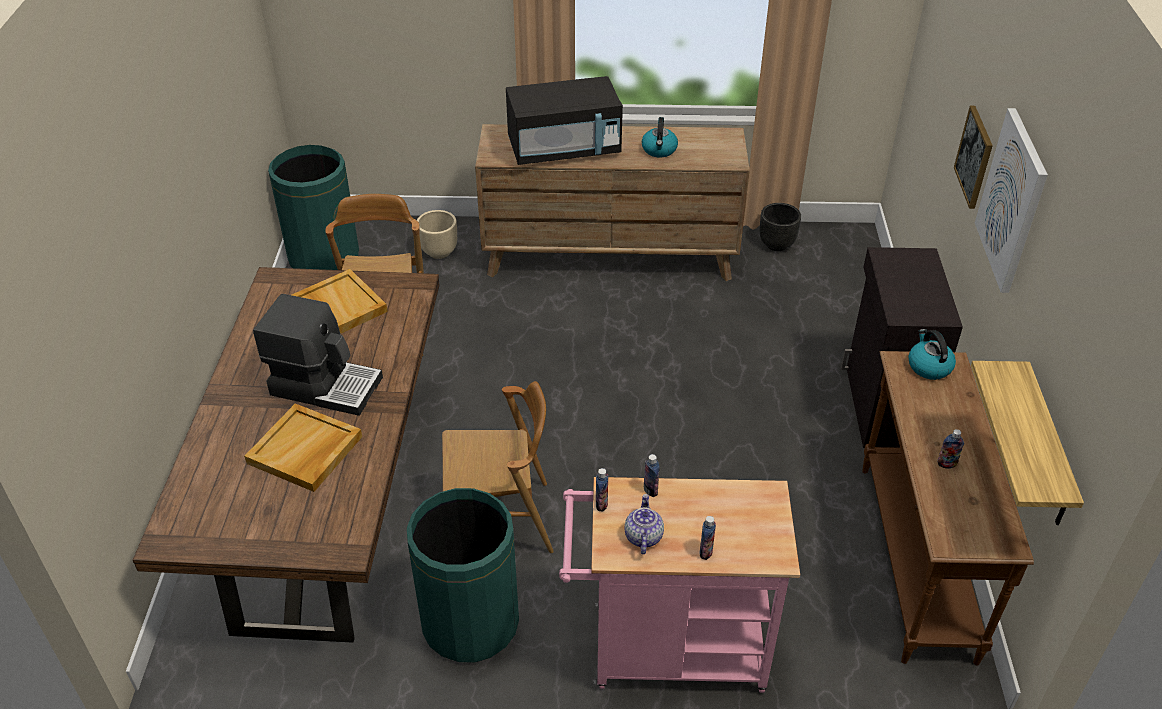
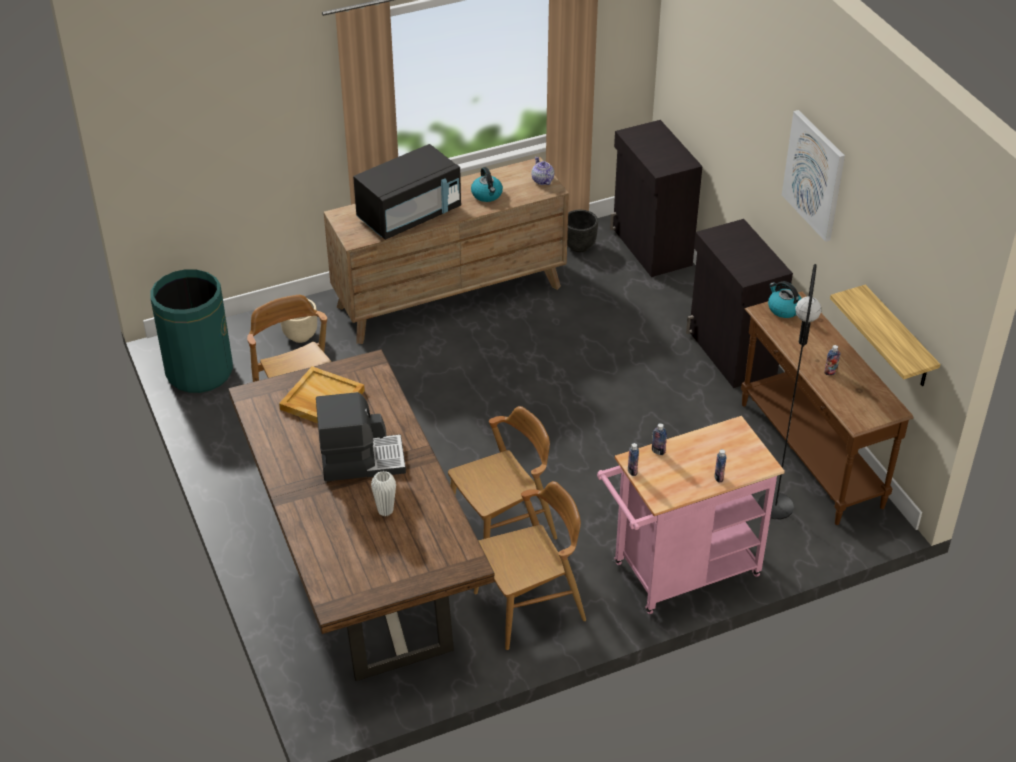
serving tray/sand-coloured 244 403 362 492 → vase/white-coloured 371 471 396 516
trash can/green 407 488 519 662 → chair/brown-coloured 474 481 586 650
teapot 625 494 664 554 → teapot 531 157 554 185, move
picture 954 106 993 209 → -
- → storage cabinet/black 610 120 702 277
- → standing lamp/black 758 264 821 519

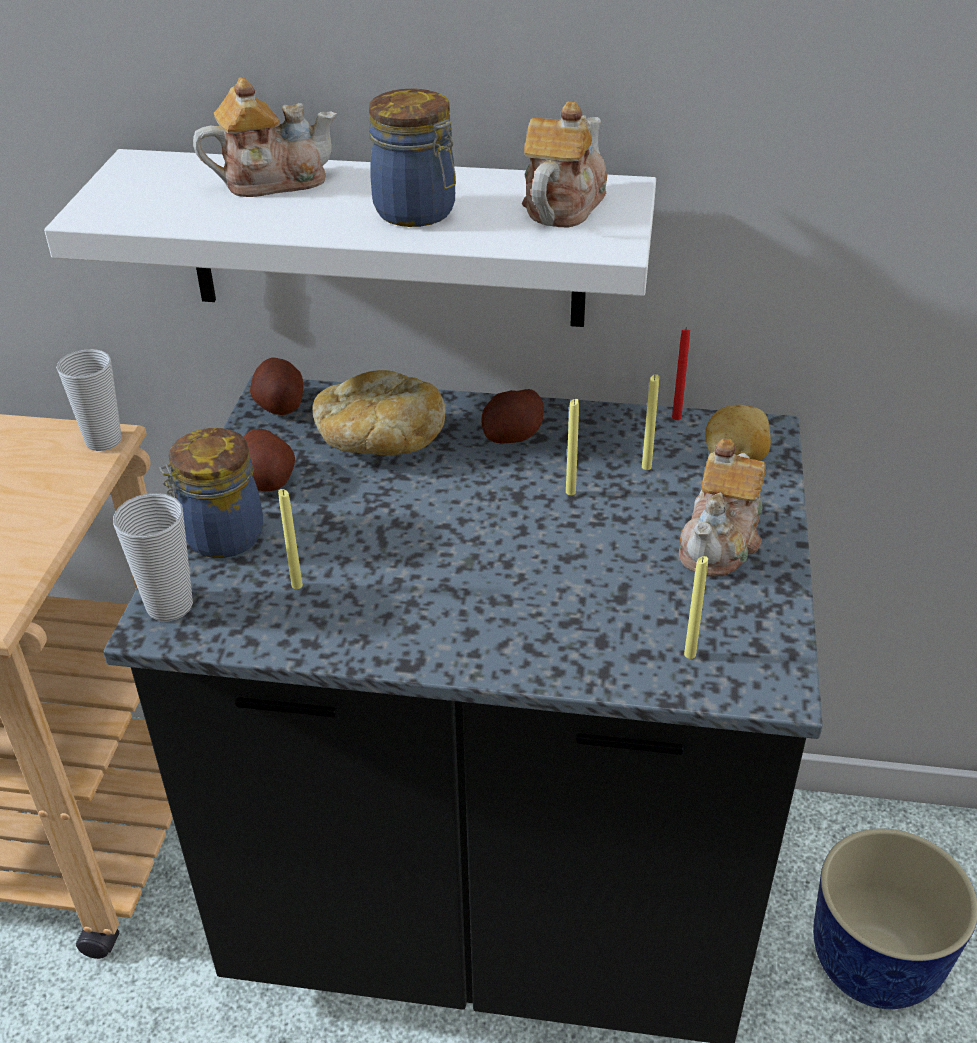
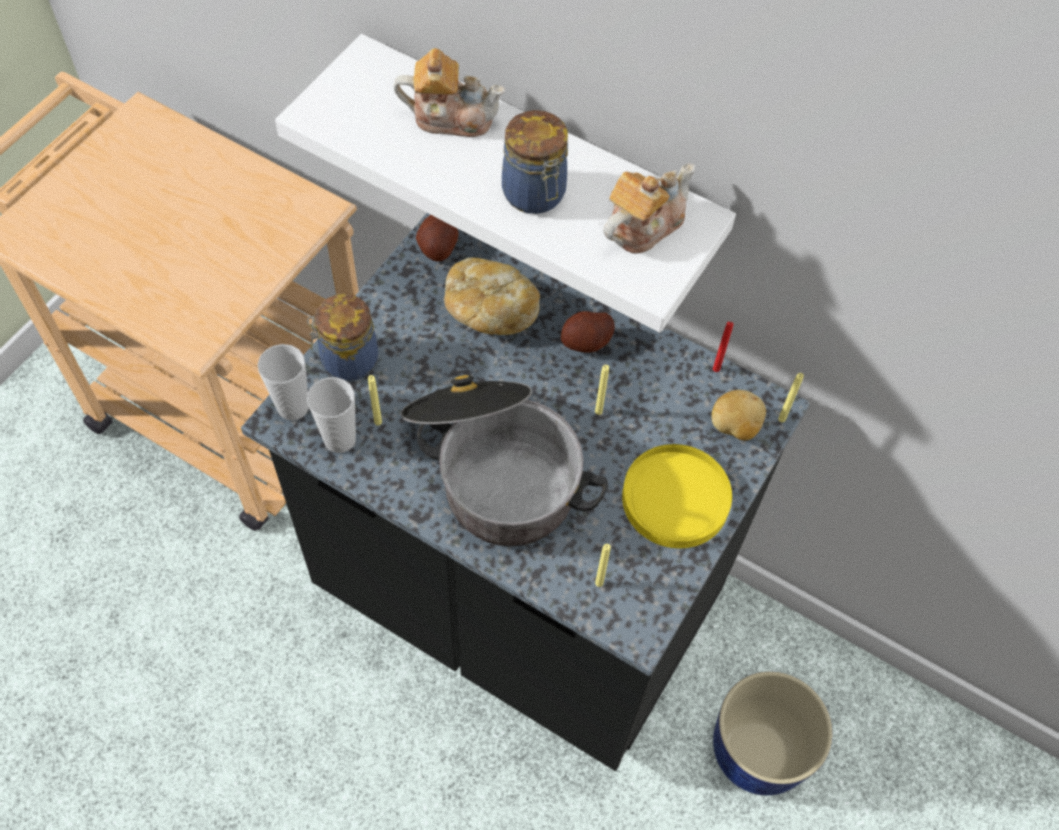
cup 56 349 122 451 → cup 307 377 356 453, move
potato 244 429 295 491 → -
wax candle/yellowish 642 374 659 470 → wax candle/yellowish 778 373 804 423, move
teapot 679 439 766 577 → dinner plate/yellowish 622 444 732 548
- → saucepot 401 375 608 546

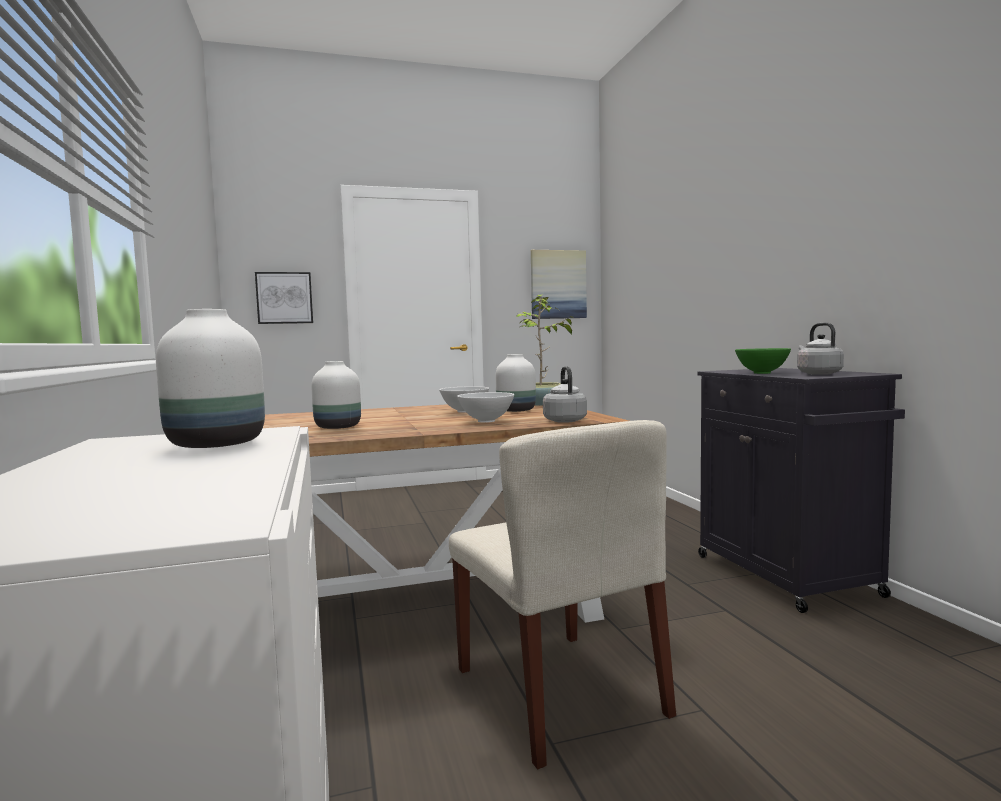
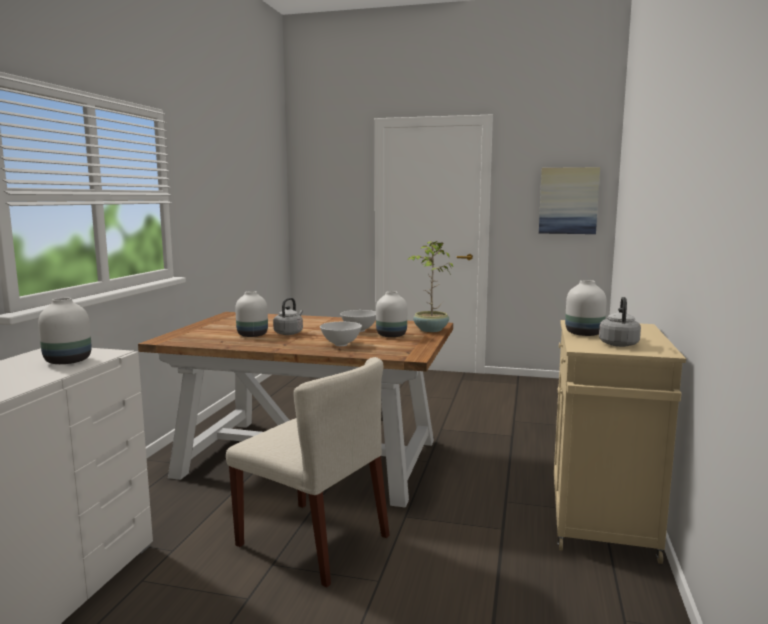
picture 255 272 313 324 → -
chair/sand-coloured 449 420 676 769 → chair/sand-coloured 226 357 390 587, 60 degrees counterclockwise
tea kettle/gray 543 366 587 423 → tea kettle/gray 273 298 303 335, move
storage cabinet/black 698 368 905 613 → storage cabinet/sand-coloured 554 320 686 564
bowl/green 735 348 791 374 → vase/white-coloured 565 280 606 336

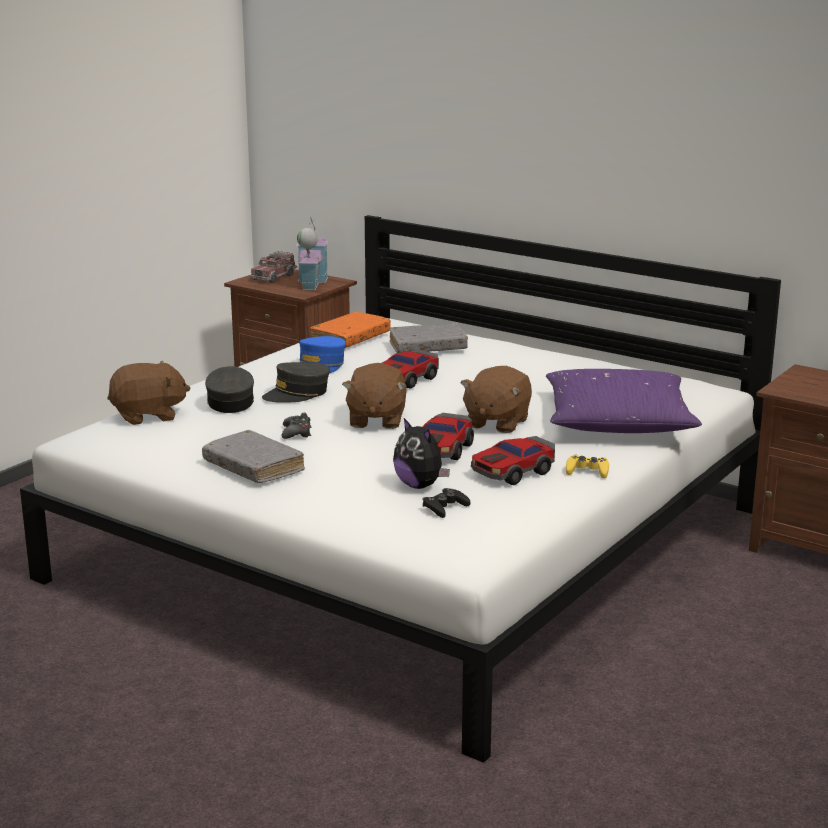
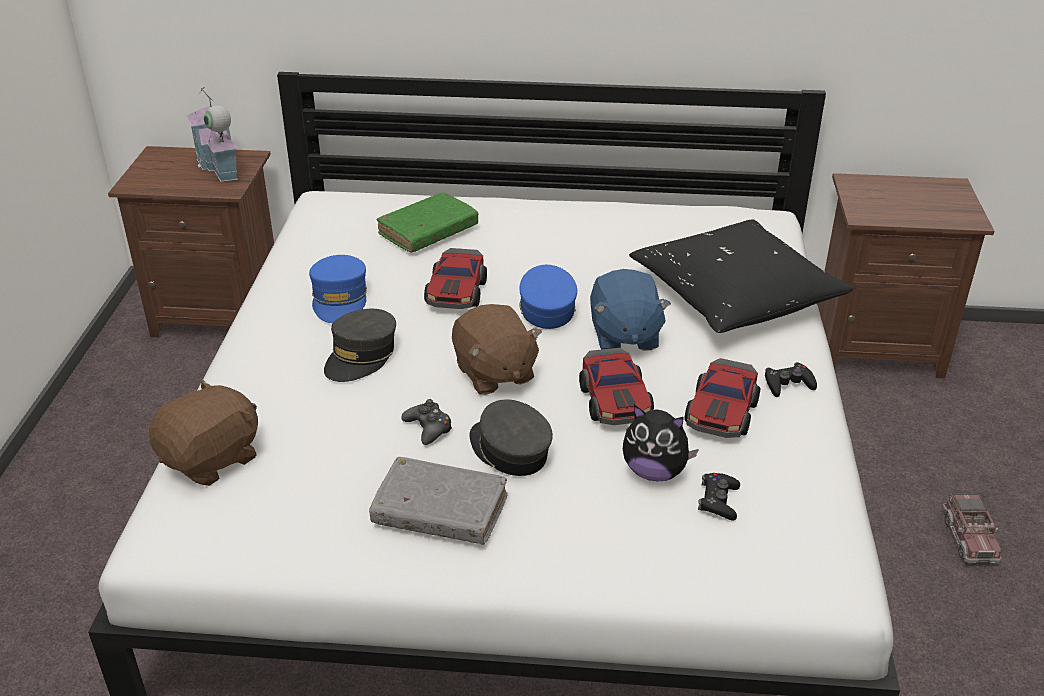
peaked cap/gray 205 366 254 413 → peaked cap/gray 470 400 553 476, move
model truck 250 251 297 283 → model truck 942 493 1002 563, move
book/orange 310 312 391 348 → -
book/gray 389 323 468 353 → book/green 377 192 479 252
plush toy/brown-coloured 460 366 532 433 → plush toy/bluish 590 269 671 351
throw pillow/purplish 546 369 702 433 → throw pillow/black 629 219 854 333
game controller/yellowish 566 455 609 478 → game controller/black 765 362 817 397
- → peaked cap/bluish 519 265 577 329

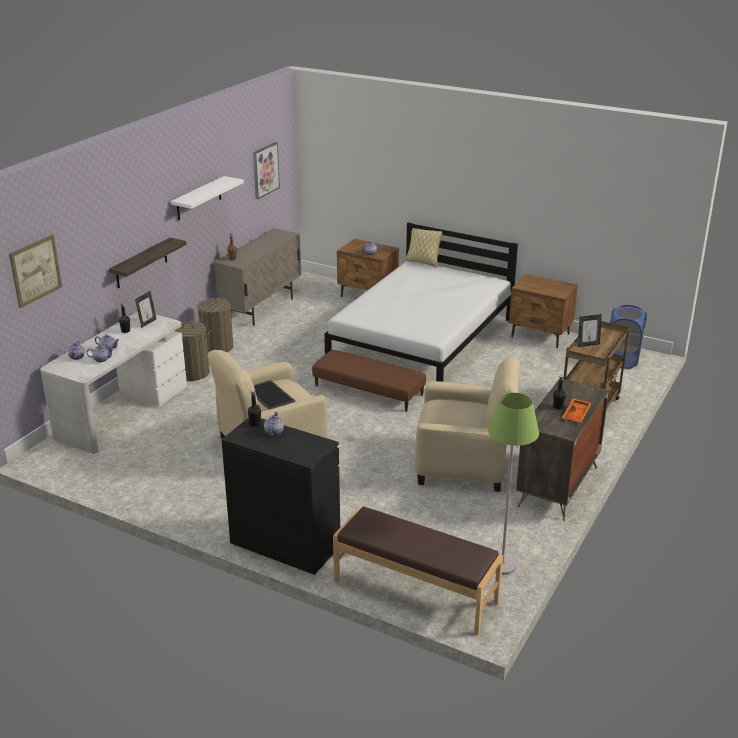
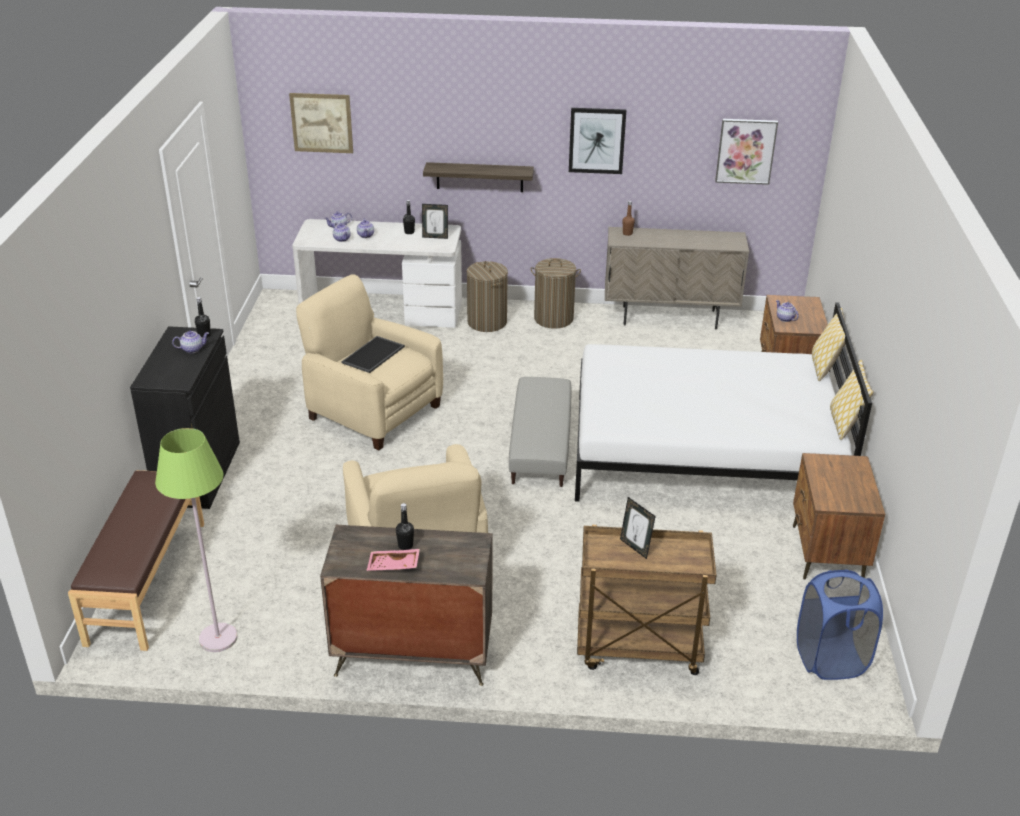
shelf/white-coloured 171 176 244 221 → picture 569 108 626 174
ottoman/brown-coloured 312 350 426 412 → ottoman/gray 509 377 571 487
serving tray/orange 562 399 592 422 → serving tray/pink 366 549 420 571
- → throw pillow 830 360 874 440

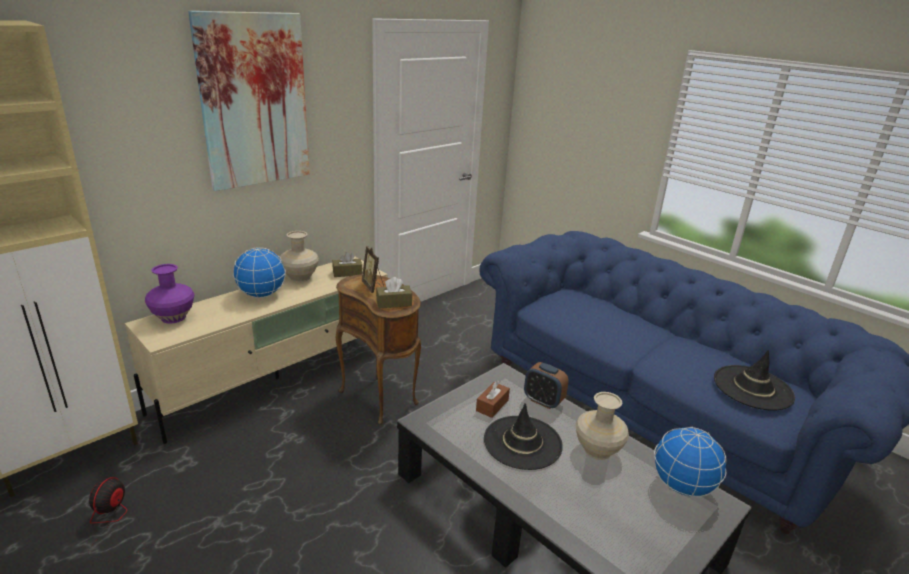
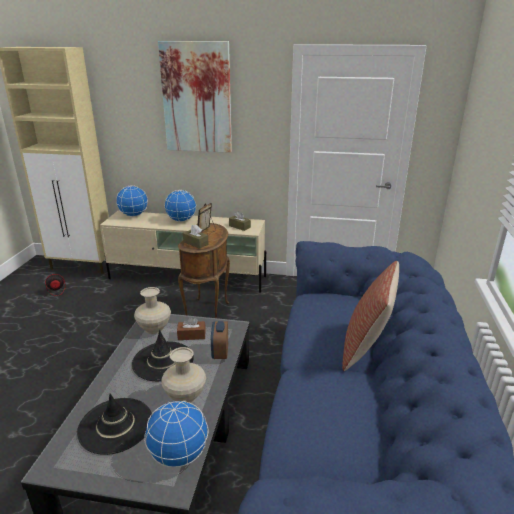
vase/purplish 145 264 194 324 → globe 116 186 148 217
vase/sand-coloured 280 231 319 282 → vase/sand-coloured 134 287 171 334, move
clothing hat/black 714 350 795 411 → clothing hat/black 77 393 152 455, move
- → throw pillow 342 261 399 371

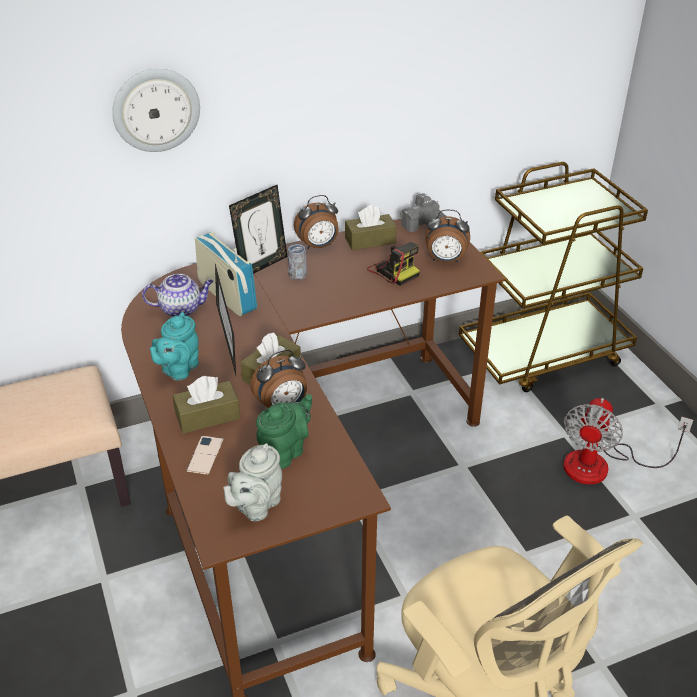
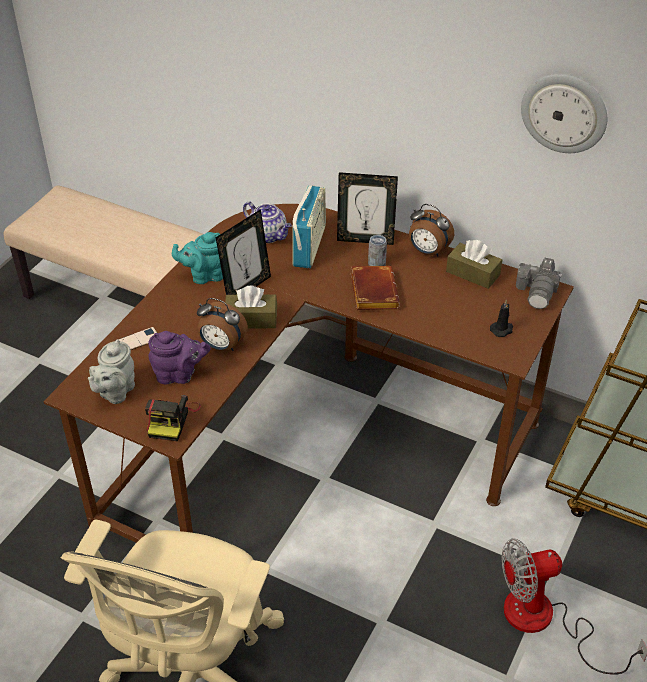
hanging clock 112 69 200 152 → hanging clock 521 74 607 153, move
tissue holder/brown-coloured 173 376 240 434 → -
teapot/gray 223 443 282 521 → teapot/gray 88 339 135 404, 60 degrees counterclockwise
teapot/green 256 394 312 469 → teapot/purplish 148 331 211 385
photo camera 367 242 420 286 → photo camera 145 395 201 442, move
bedside clock 425 209 470 263 → wax candle/black 490 299 513 337
- → book/brown-coloured 351 266 400 310

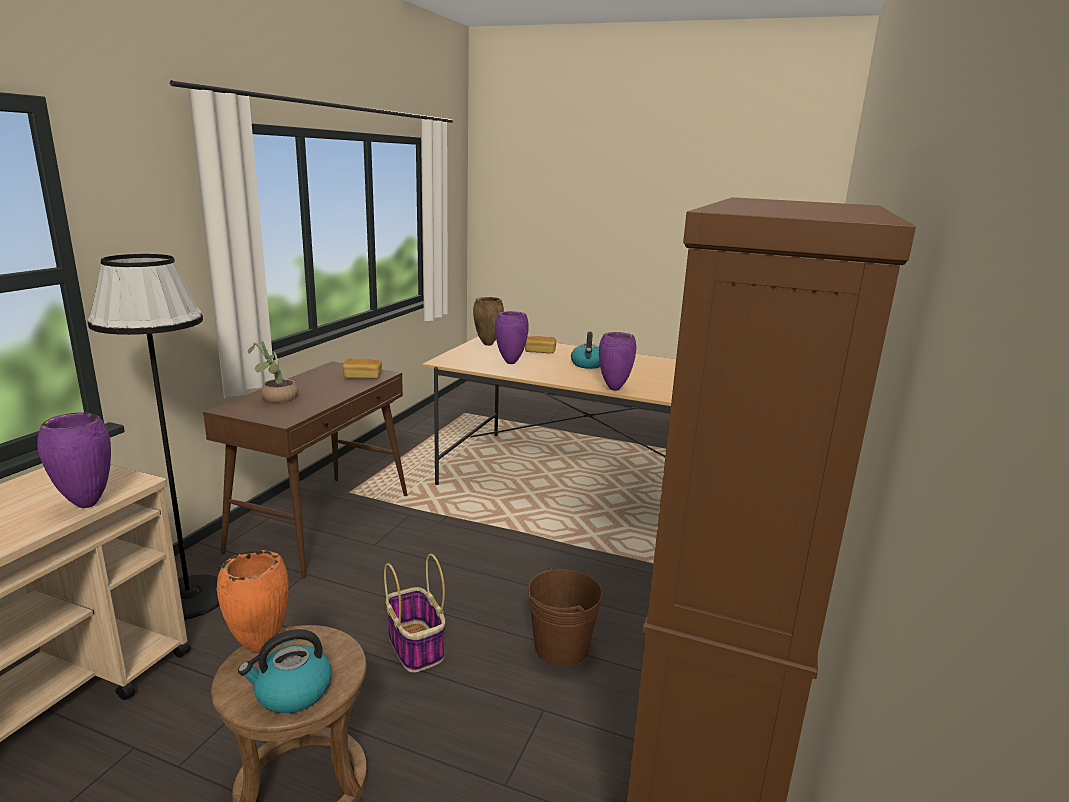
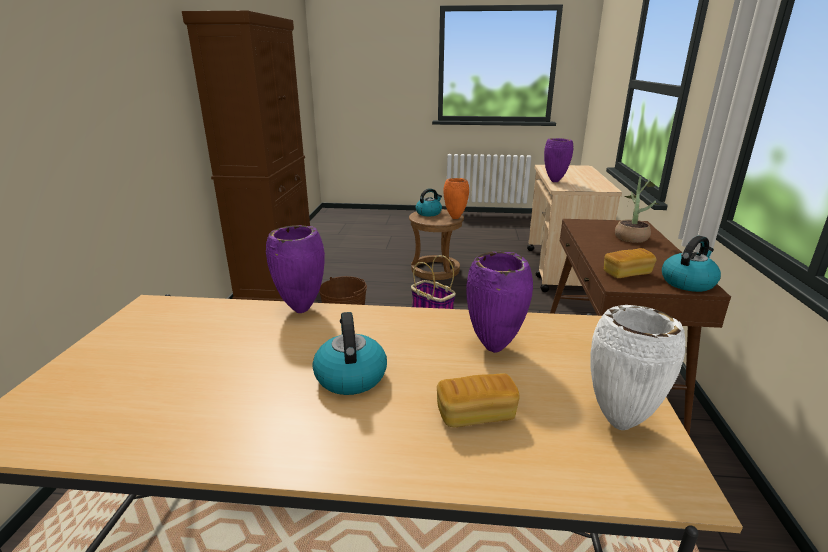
standing lamp/black 87 254 220 620 → -
vase/brown-coloured 473 297 504 346 → vase/white-coloured 591 305 686 430
- → tea kettle 662 236 721 292

